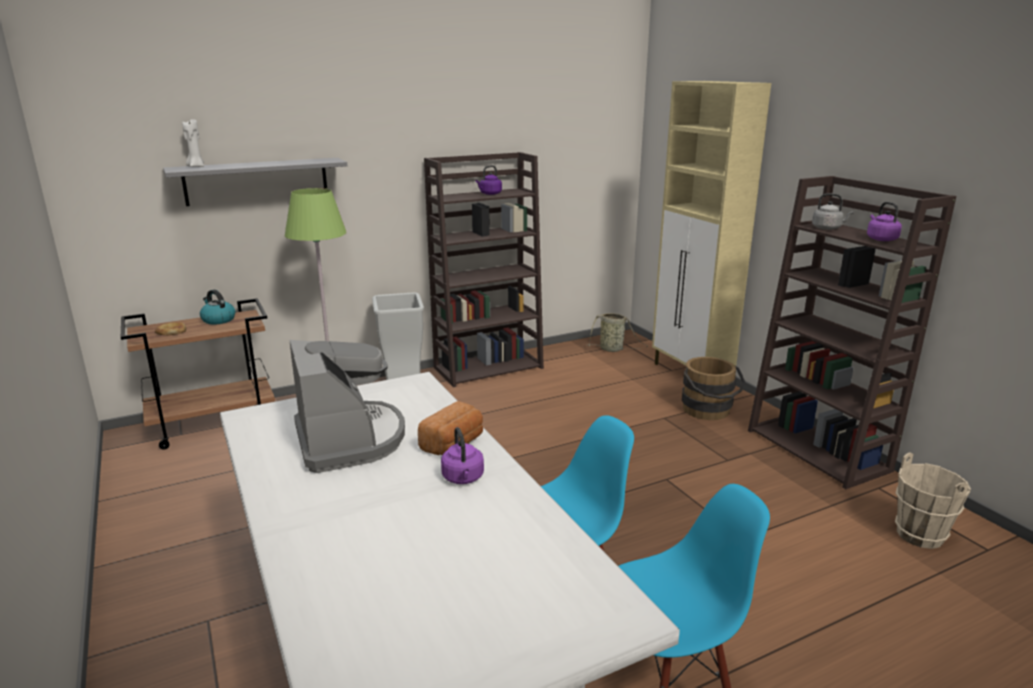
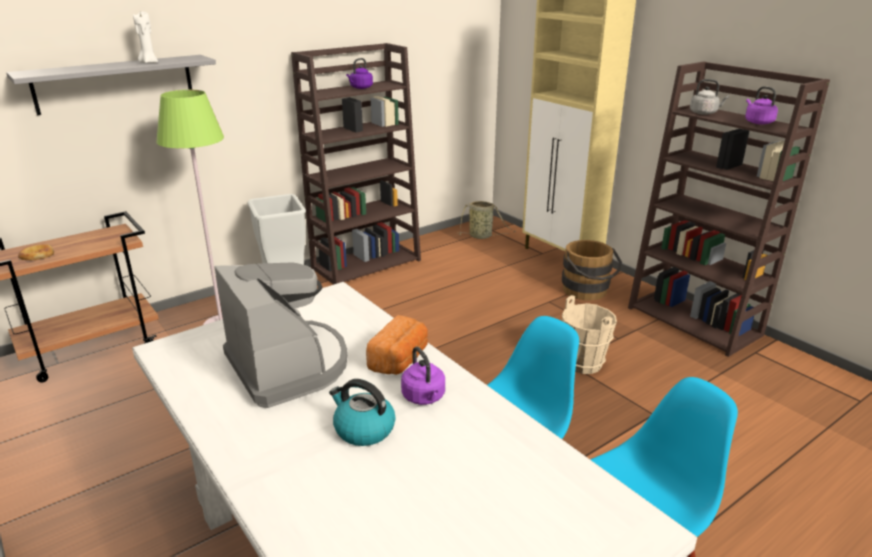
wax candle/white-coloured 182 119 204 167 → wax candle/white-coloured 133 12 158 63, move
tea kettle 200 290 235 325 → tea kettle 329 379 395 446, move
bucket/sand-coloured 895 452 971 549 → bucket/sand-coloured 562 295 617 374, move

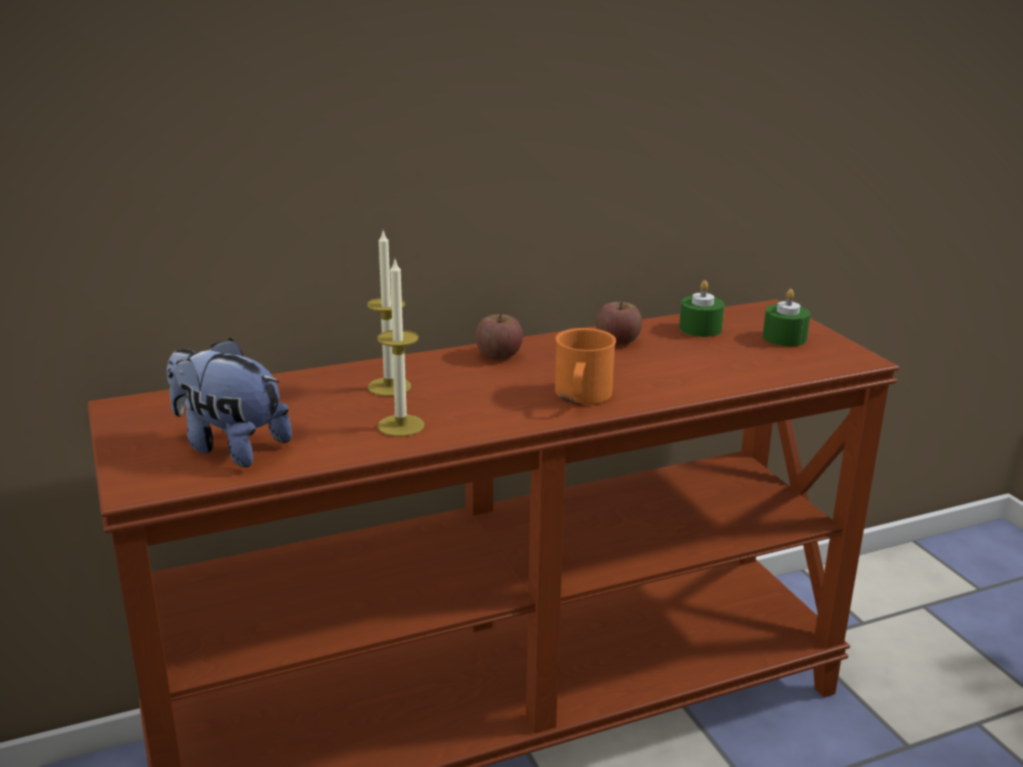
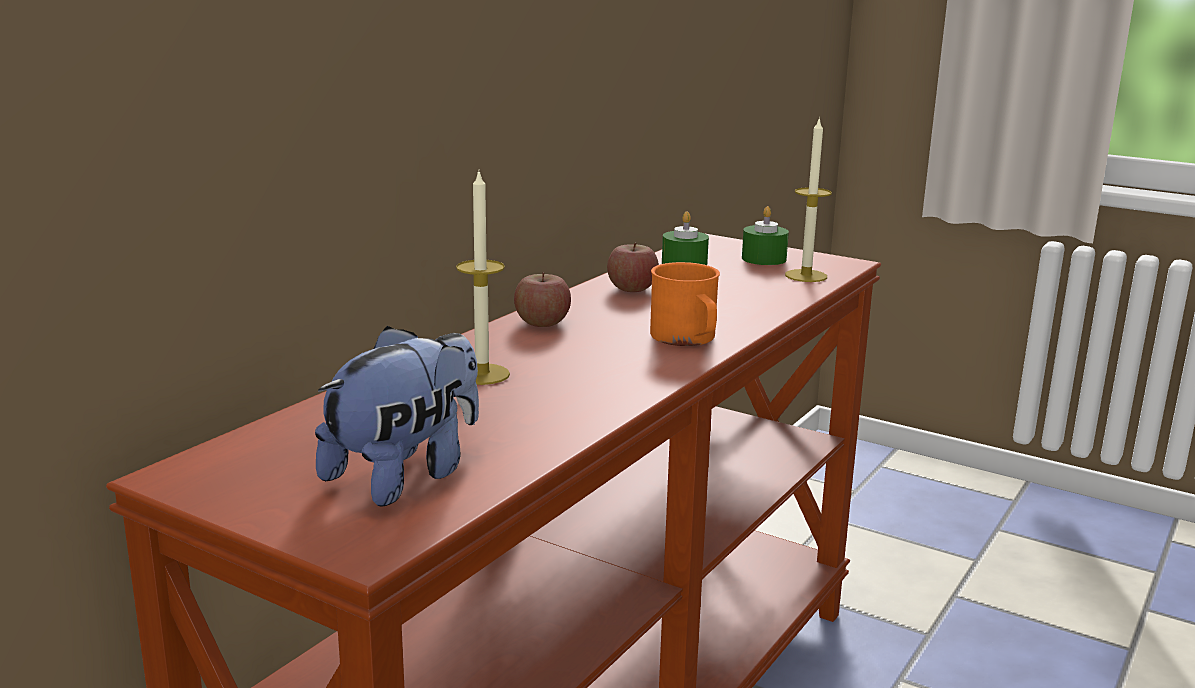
plush toy 167 338 292 467 → plush toy 315 326 479 507, 135 degrees clockwise
wax candle 377 260 425 437 → wax candle 785 117 832 282, move

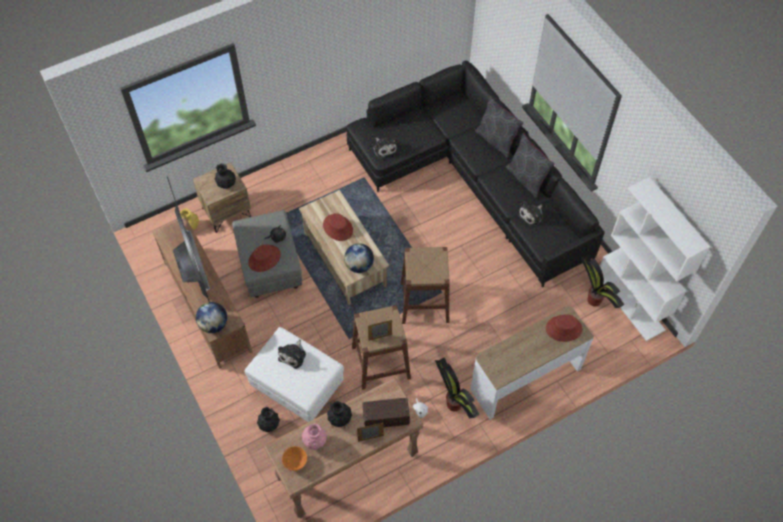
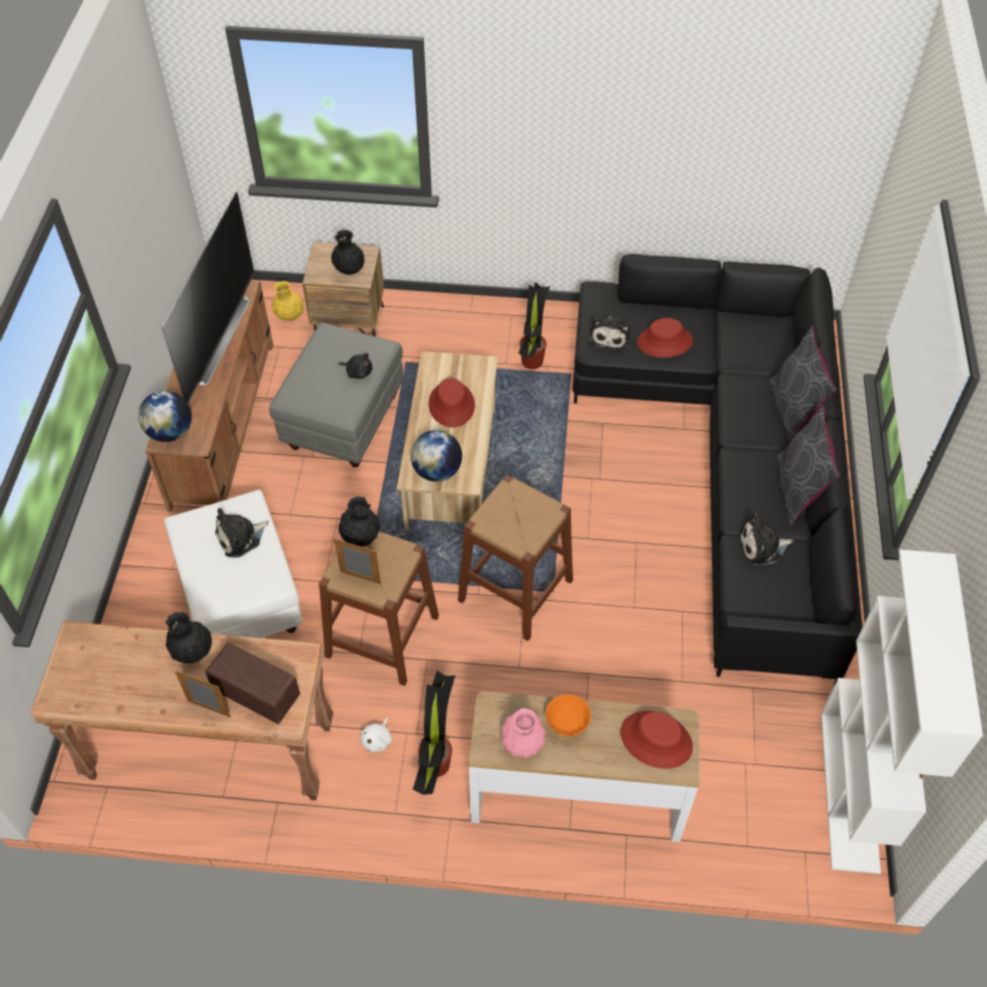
clothing hat/reddish 248 244 281 272 → clothing hat/reddish 637 318 693 358, move
vase/black 257 407 280 432 → vase/black 338 496 380 547, move
bowl/orange 282 446 307 471 → bowl/orange 546 694 591 737, move
vase/pink 302 424 327 450 → vase/pink 501 708 546 758, move
plant in a pot 579 254 624 308 → plant in a pot 519 283 550 369, move

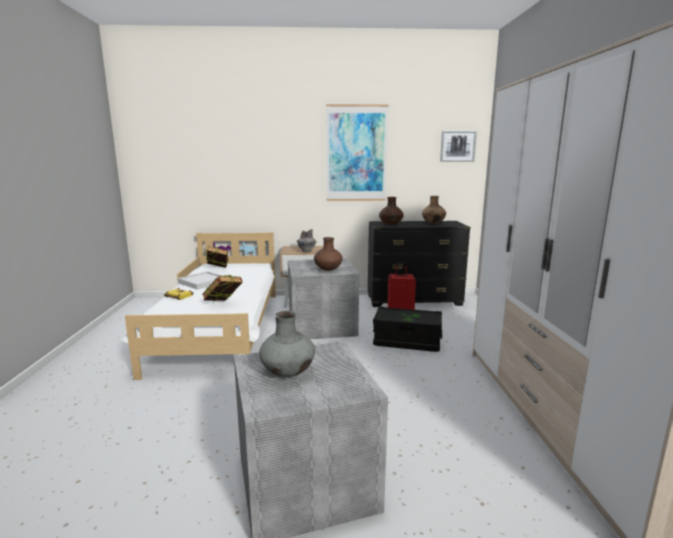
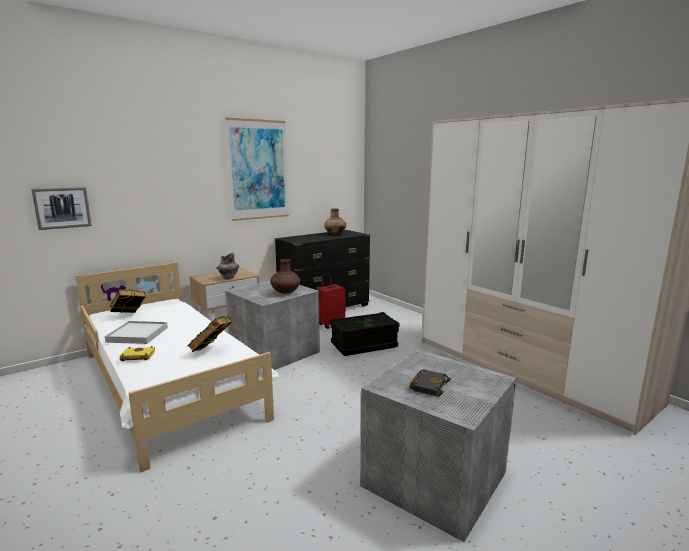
vase/gray 259 311 315 377 → book/black 409 369 451 397
vase/brown-coloured 379 197 404 225 → -
picture 440 130 477 162 → picture 31 187 92 230, move

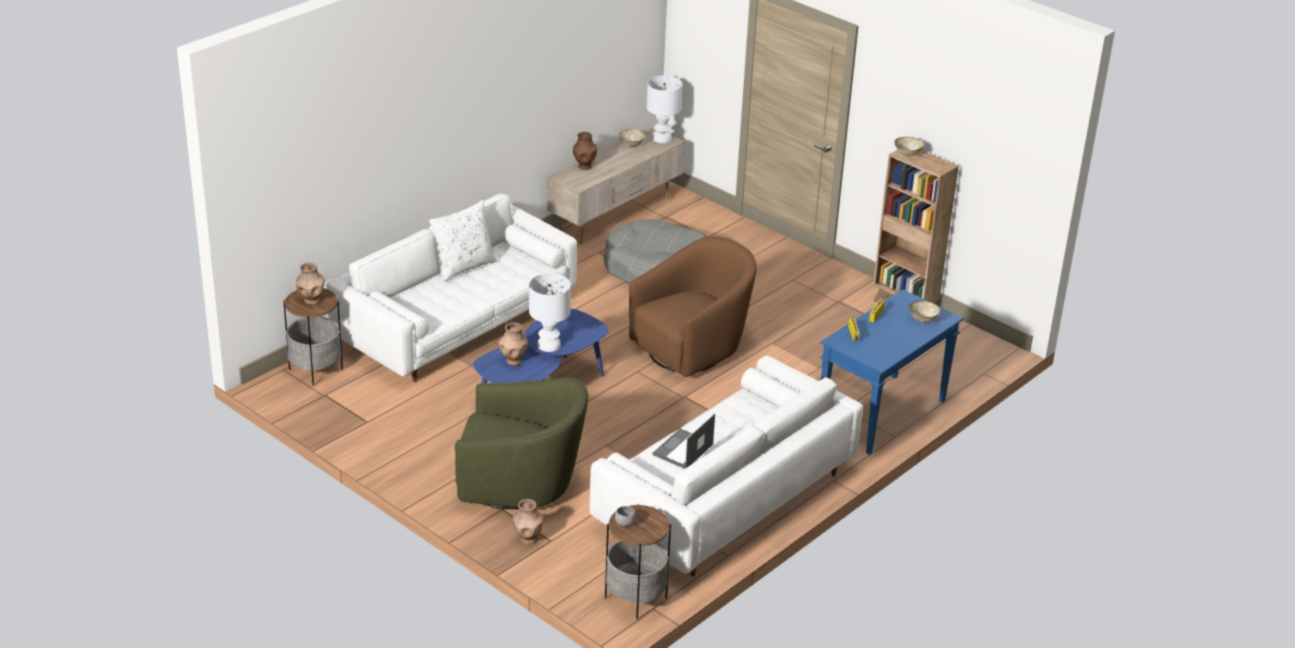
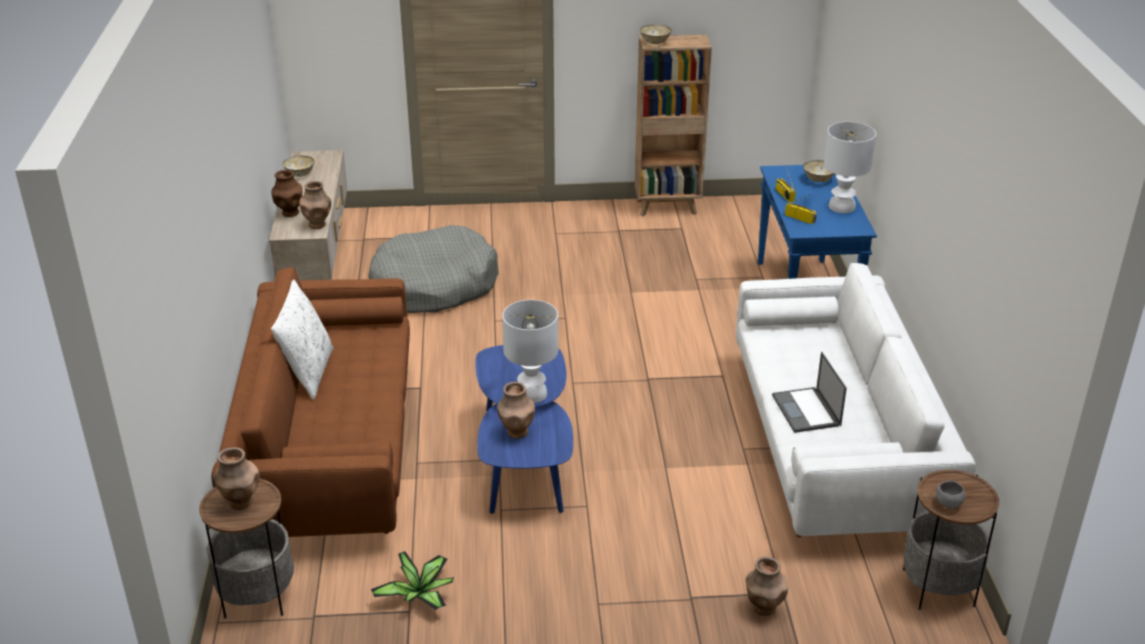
couch/white-coloured 324 194 577 382 → couch/brown-coloured 211 268 410 537
armchair/green 455 378 588 509 → -
armchair/brown-coloured 629 236 757 377 → -
table lamp/white-coloured 646 75 683 143 → table lamp/white-coloured 824 122 876 213, move
- → vase/brown-coloured 299 181 331 229
- → plant in a pot 371 551 454 610

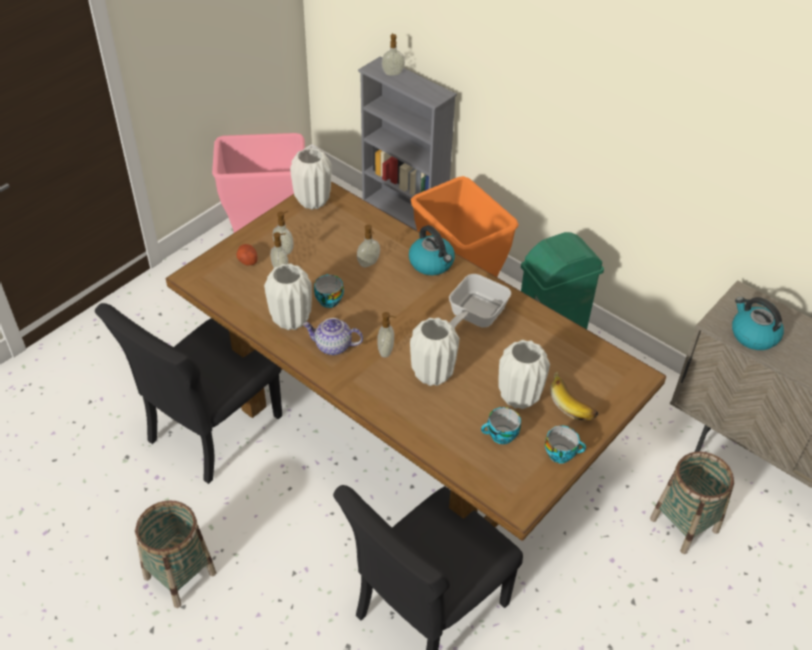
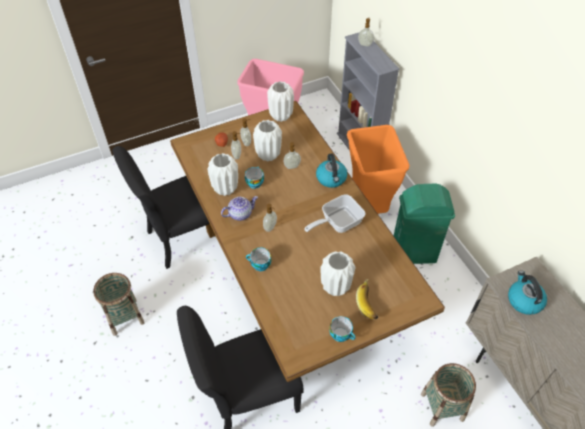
teapot 302 318 363 355 → teapot 221 196 258 221, 120 degrees clockwise
vase/white-coloured 410 317 459 386 → vase/white-coloured 253 120 282 162, move
cup 481 407 521 444 → cup 246 247 271 271, move

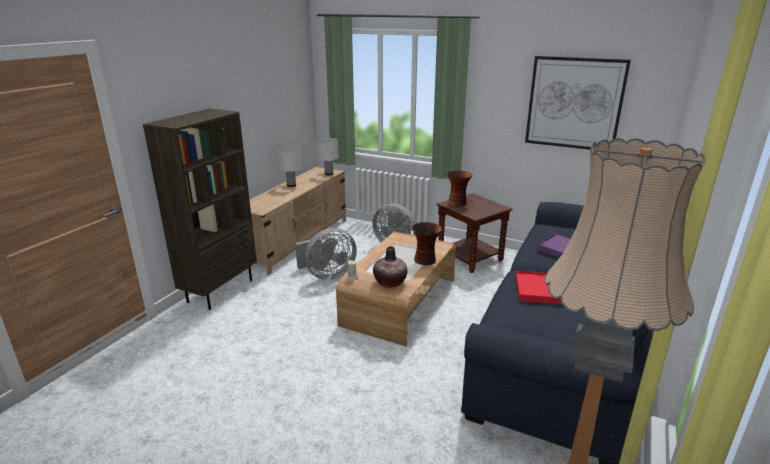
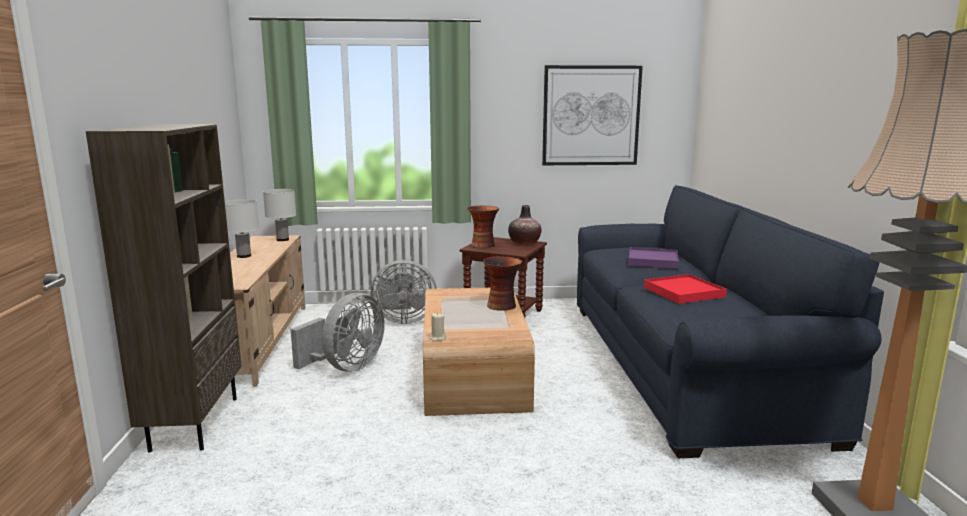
vase 373 247 407 288 → vase 508 205 541 245, move

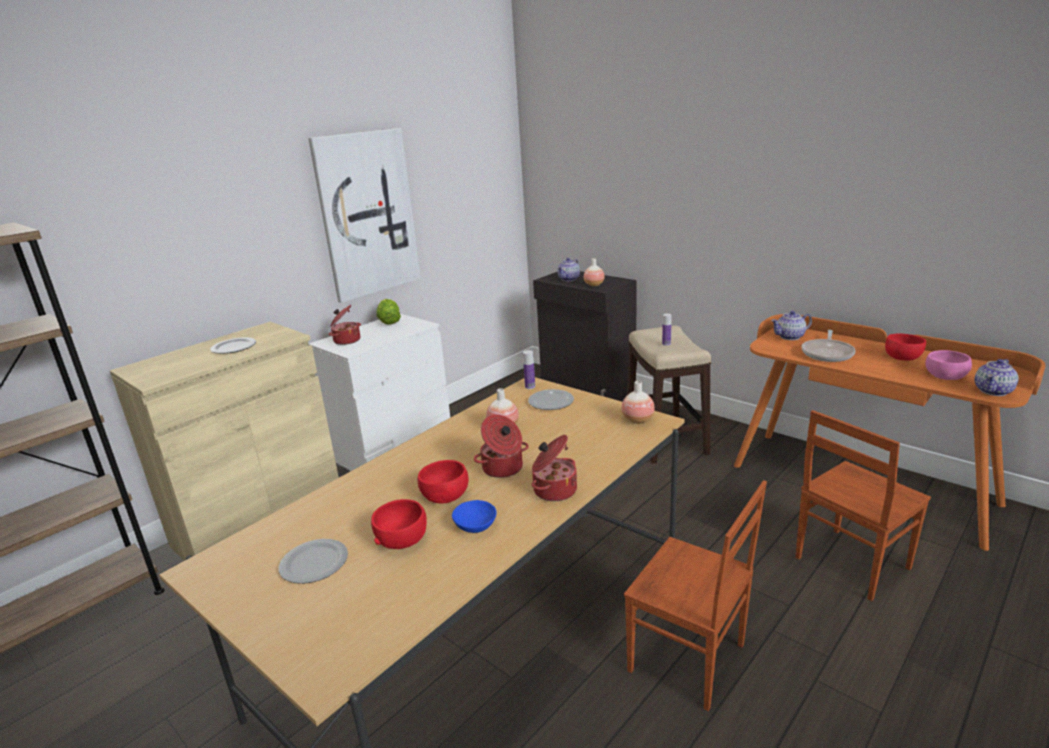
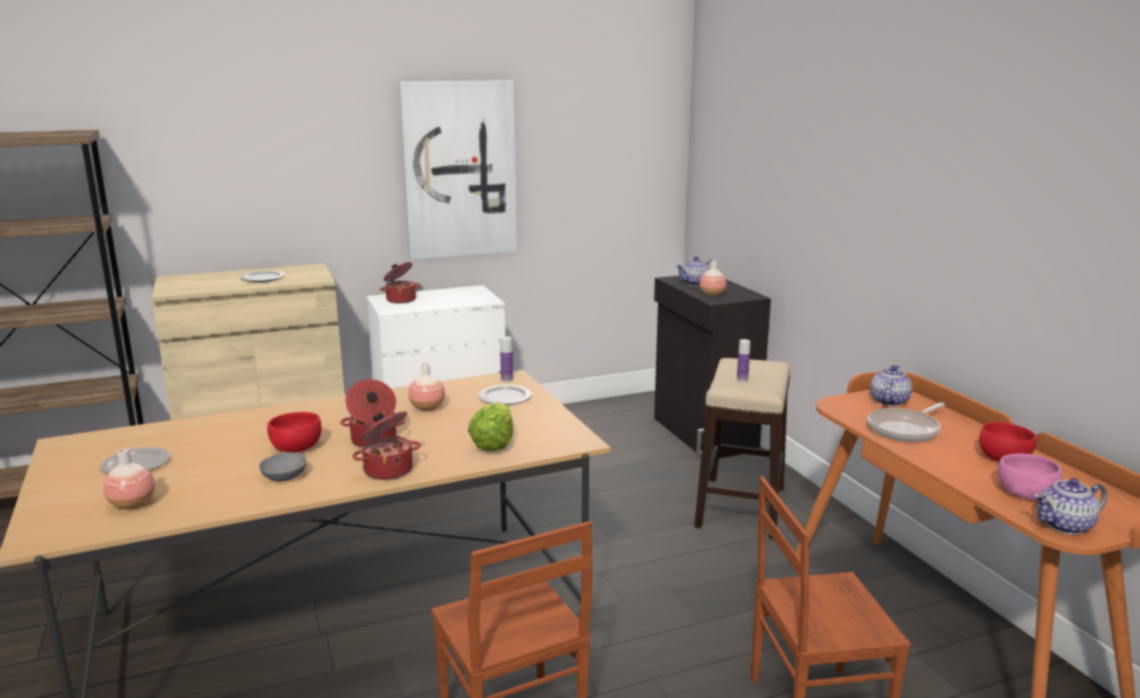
bowl/reddish 371 499 427 549 → -
head of lettuce 376 299 401 325 → head of lettuce 468 402 513 451, move
bowl/bluish 452 500 497 533 → bowl/gray 259 452 307 482
vase 621 381 655 424 → vase 103 448 155 509, move
teapot 771 311 812 340 → teapot 870 365 912 406, 105 degrees clockwise

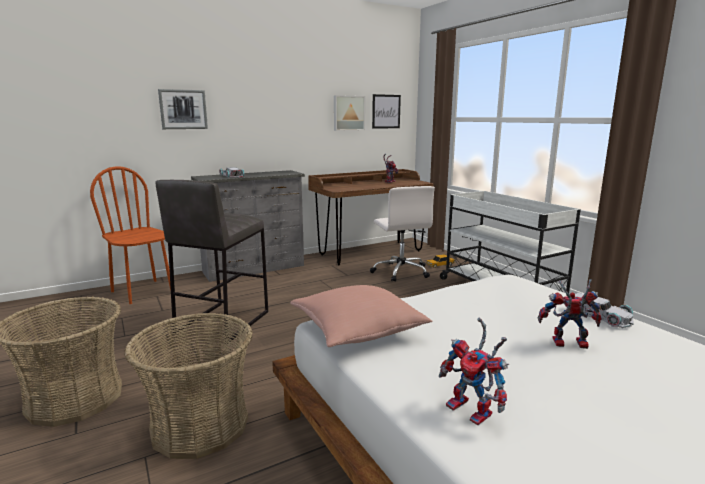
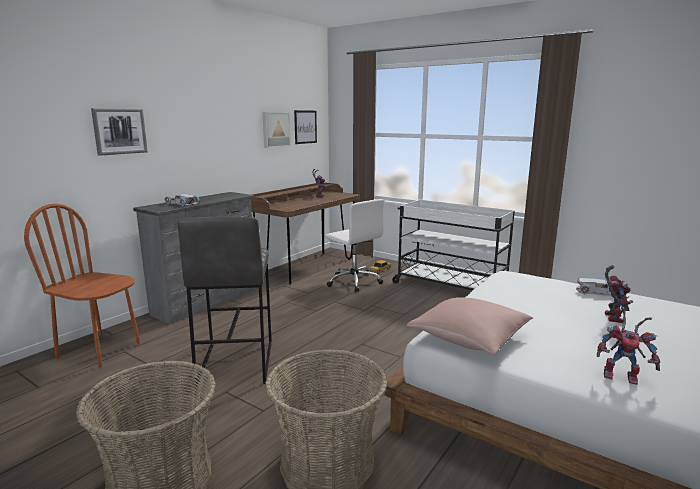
toy robot 538 279 602 349 → toy robot 605 265 633 323, 120 degrees clockwise

